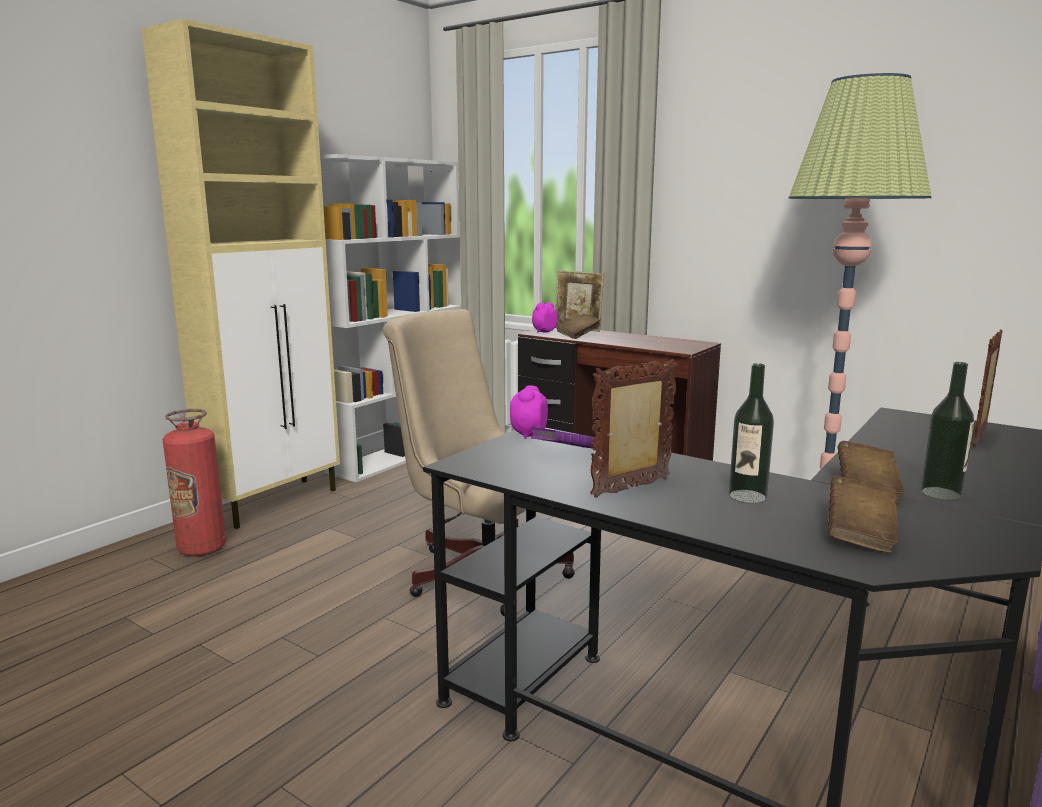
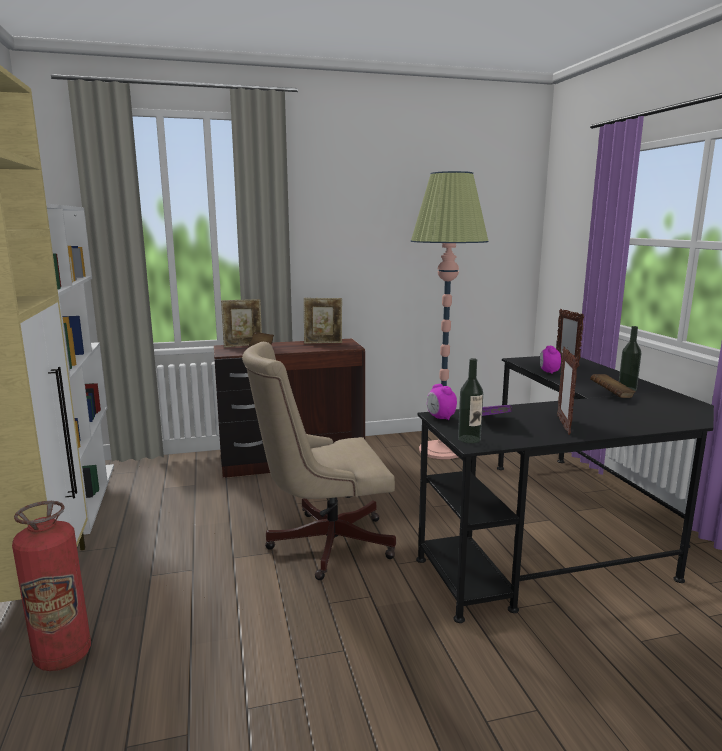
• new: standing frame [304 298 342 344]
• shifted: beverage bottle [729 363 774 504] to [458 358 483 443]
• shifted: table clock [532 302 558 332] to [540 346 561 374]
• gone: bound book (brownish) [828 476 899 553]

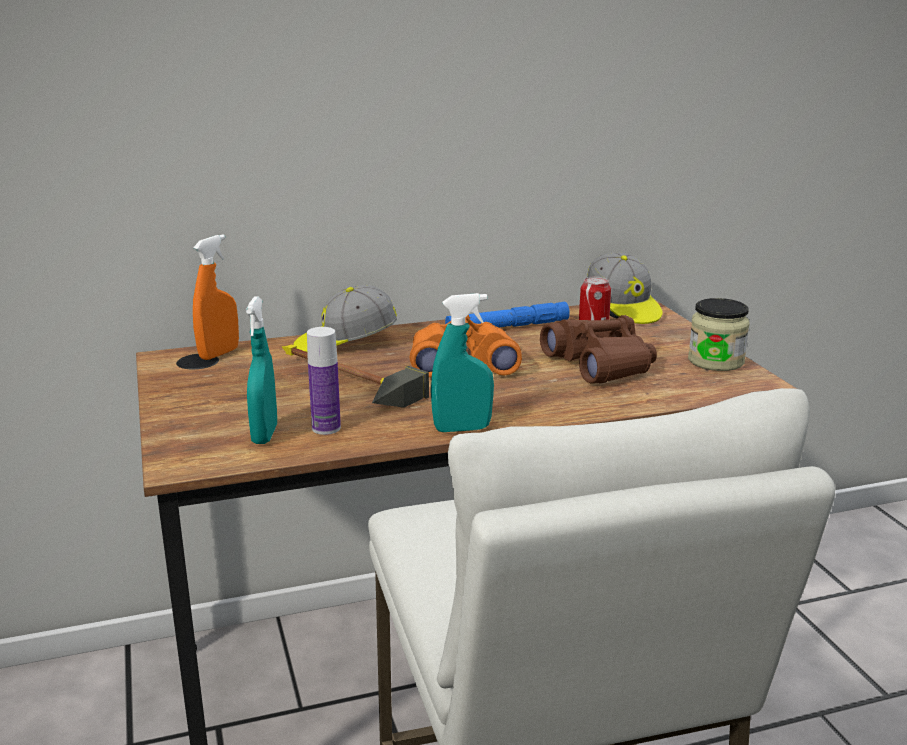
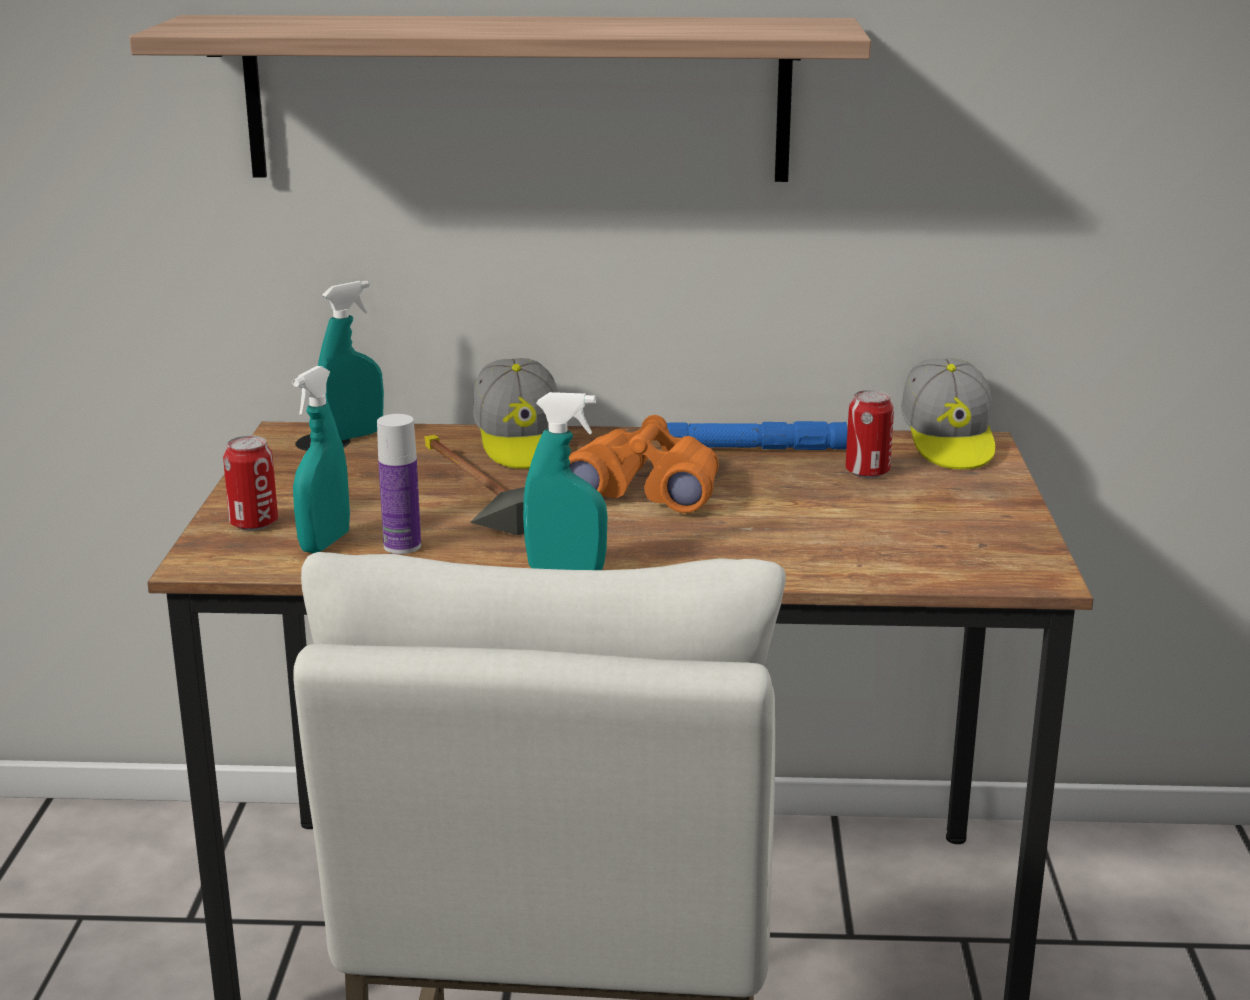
• new: bracket shelf [130 15 871 182]
• new: metal can [223 436 278 531]
• repainted: spray bottle (orange-coloured) [193 234 239 360] to spray bottle (turquoise) [318 281 384 441]
• rotated: cap [294 285 397 352] = [473 358 558 469] 105 degrees counterclockwise
• gone: pair of binoculars (brownish) [540 315 657 384]
• gone: jar [688 298 749 371]

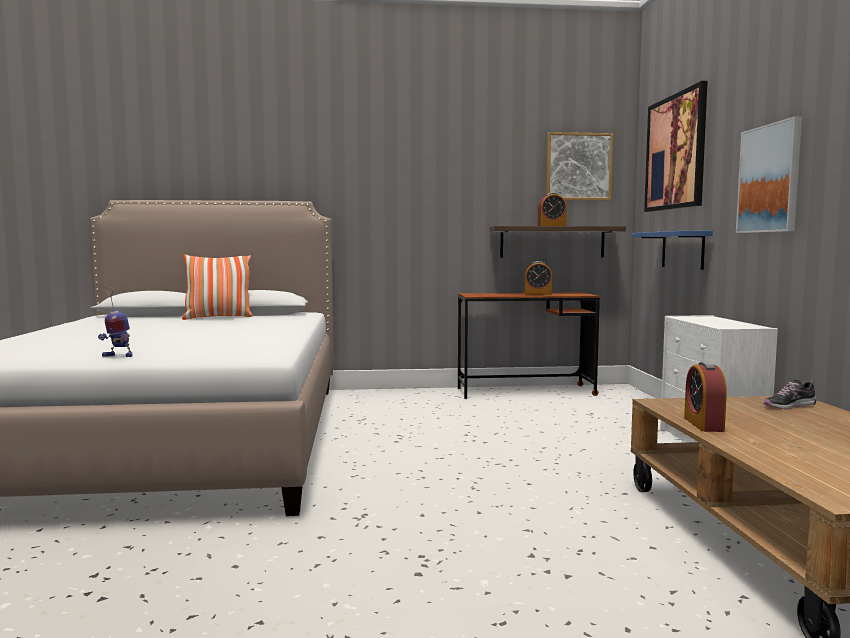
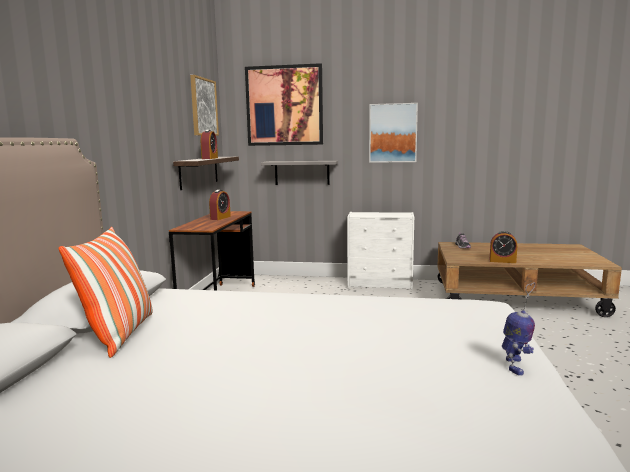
• repainted: bracket shelf (blue) [631 231 713 270] to bracket shelf (greyish) [261 161 338 185]

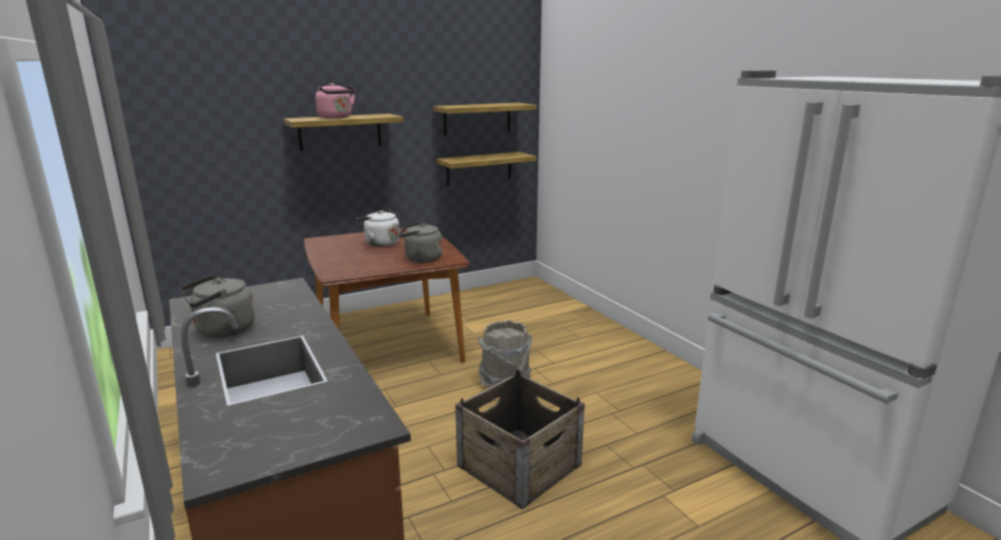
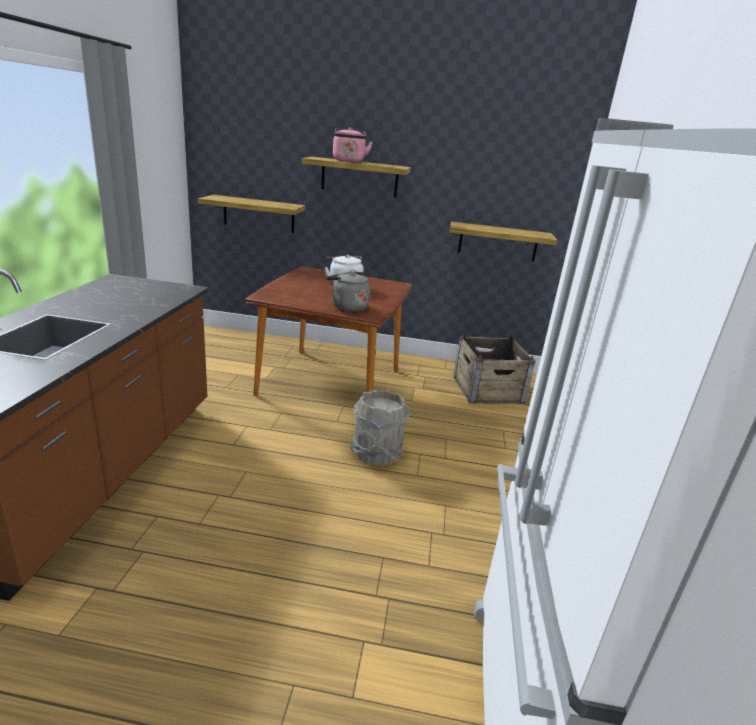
• shifted: bracket shelf [433 103 537 136] to [198 195 305 233]
• shifted: packing crate [455 370 585 509] to [453 334 536 404]
• gone: tea kettle (greyish) [180 275 255 338]

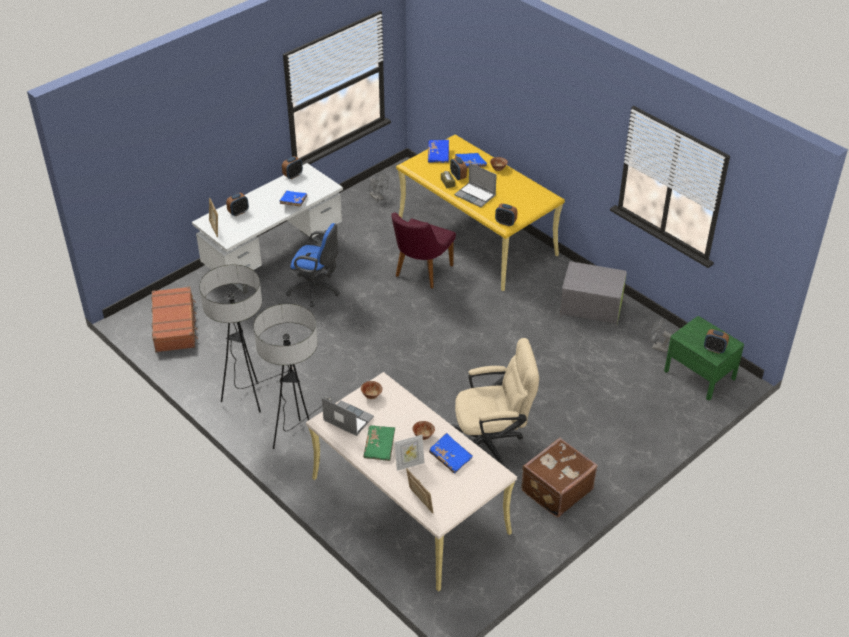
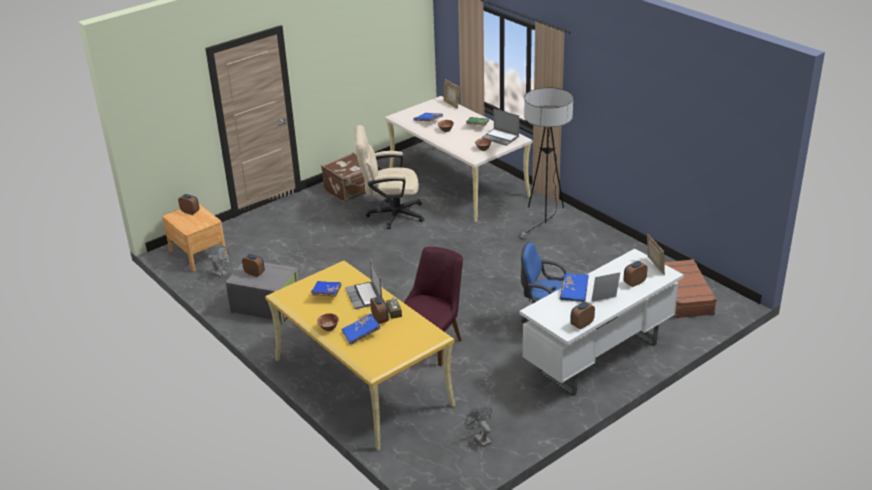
• repainted: nightstand (greenish) [664 316 744 400] to nightstand (brownish) [163 204 227 272]
• shifted: table clock [495 203 518 227] to [242 254 265 277]
• shifted: bound book (blue) [428 140 449 163] to [311 281 342 297]
• rotated: laptop [454 163 497 207] = [345 259 382 309] 150 degrees counterclockwise
• shifted: standing frame [394 435 424 471] to [591 272 620 302]
• gone: standard lamp [199 264 294 413]

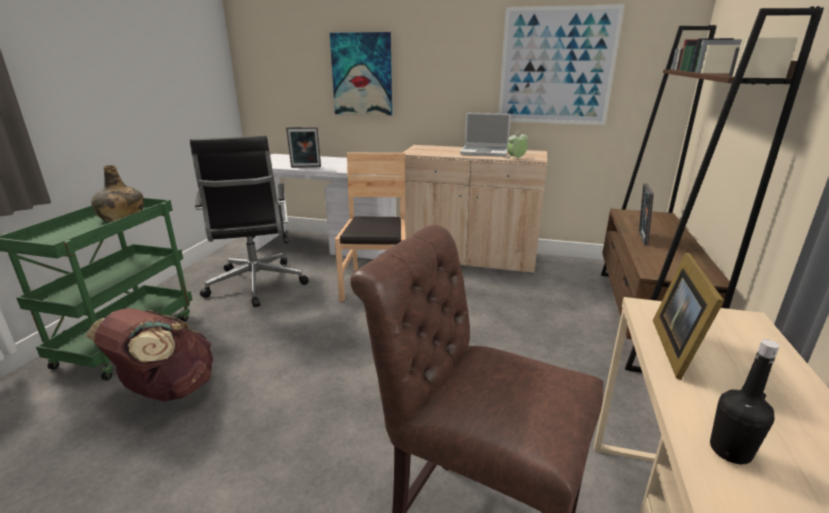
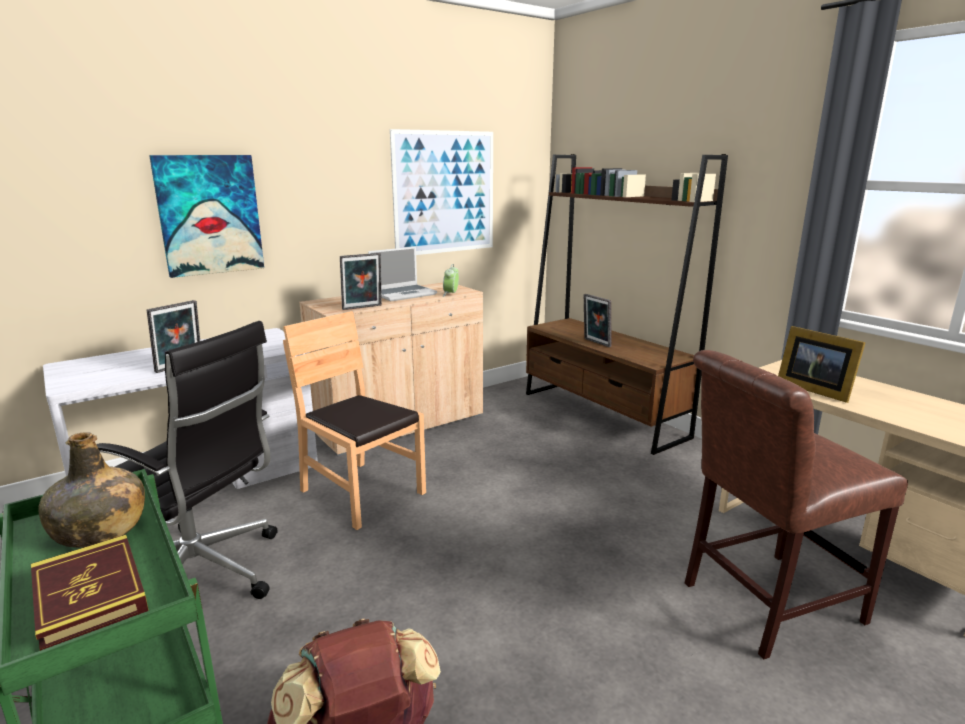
• new: bound book [31 535 149 651]
• new: standing frame [340 253 382 310]
• gone: beverage bottle (black-coloured) [710 339 780 464]

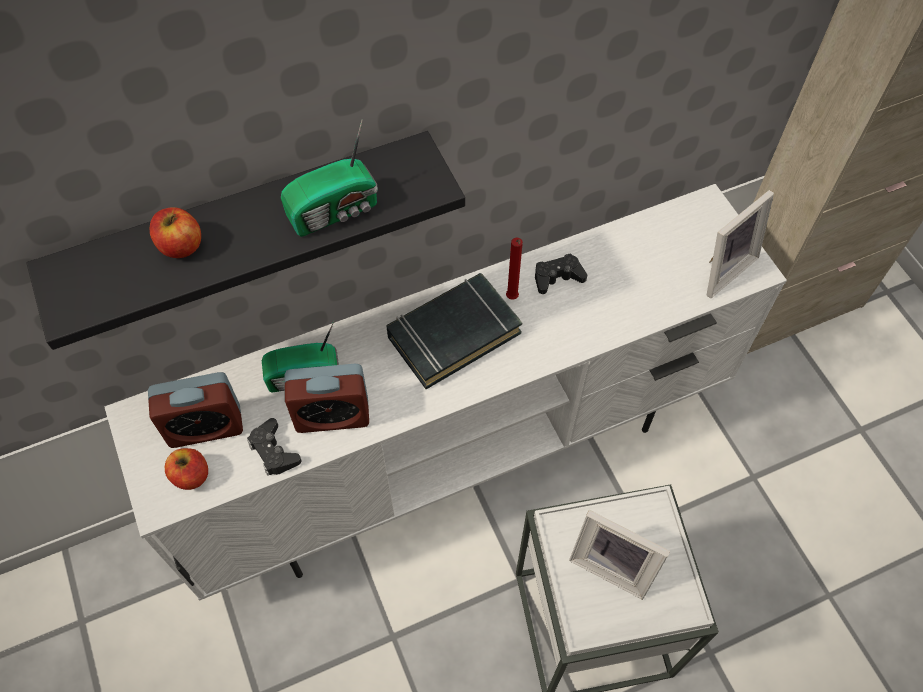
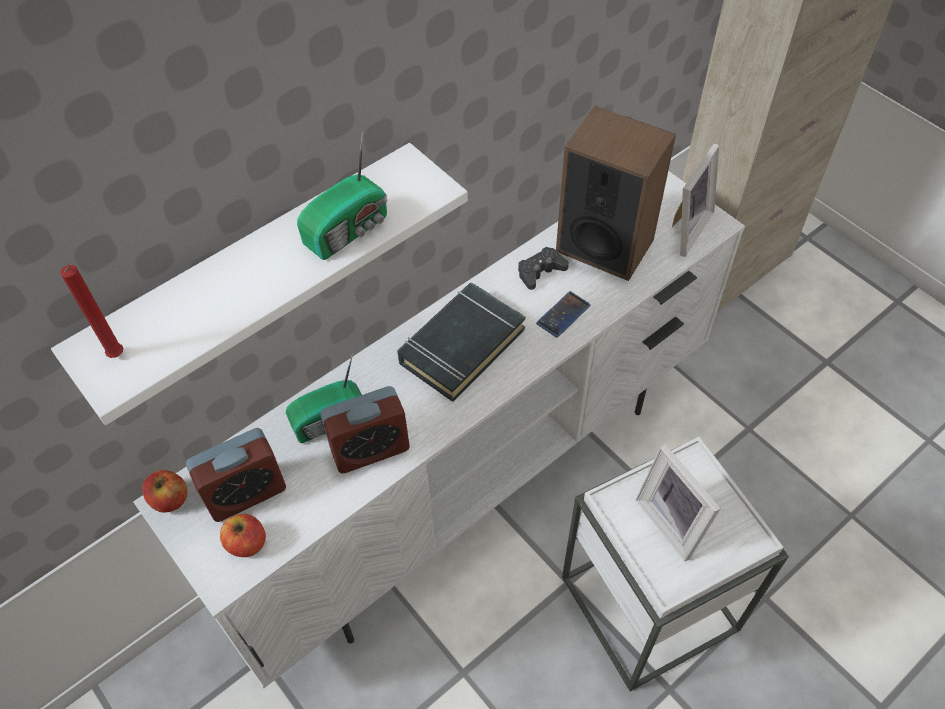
• repainted: bracket shelf (black-coloured) [27 131 465 350] to bracket shelf (whitish) [51 143 468 425]
• shifted: wax candle (red) [506 237 523 300] to [60 265 123 358]
• shifted: apple fruit [150 207 201 258] to [142 470 187 513]
• new: handset [536 291 591 338]
• new: speaker [556 106 676 281]
• rotated: standing frame [569 510 670 600] = [636 444 721 561] 45 degrees clockwise
• gone: gamepad (black-coloured) [247 418 301 476]

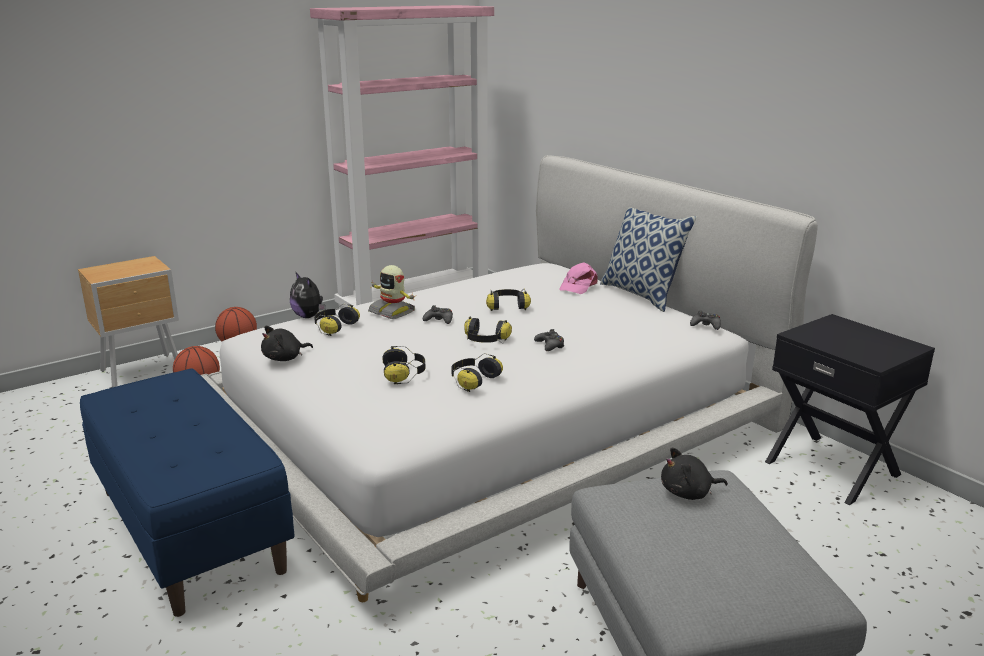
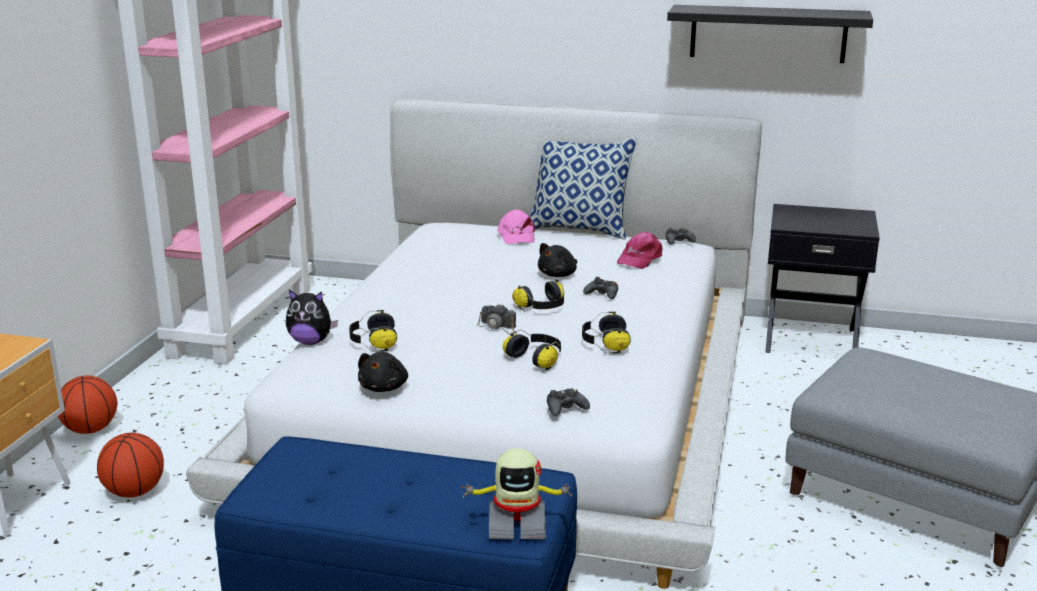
• shifted: model robot [368 265 415 319] to [461 448 573 539]
• new: still camera [477 304 517 335]
• shifted: soft toy (black-coloured) [661 447 728 500] to [538 243 577 277]
• shifted: gamepad (black-coloured) [423 305 453 324] to [547 388 590 416]
• new: cap (pinkish) [616 231 662 269]
• new: bracket shelf (black-coloured) [667 5 873 63]
• gone: pair of headphones [486 289 531 311]

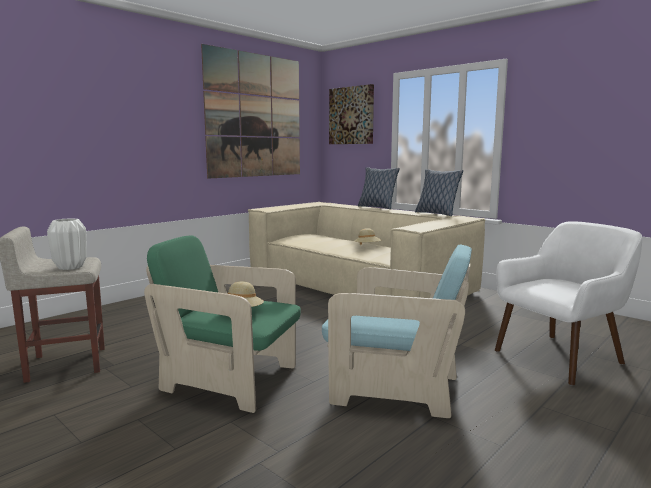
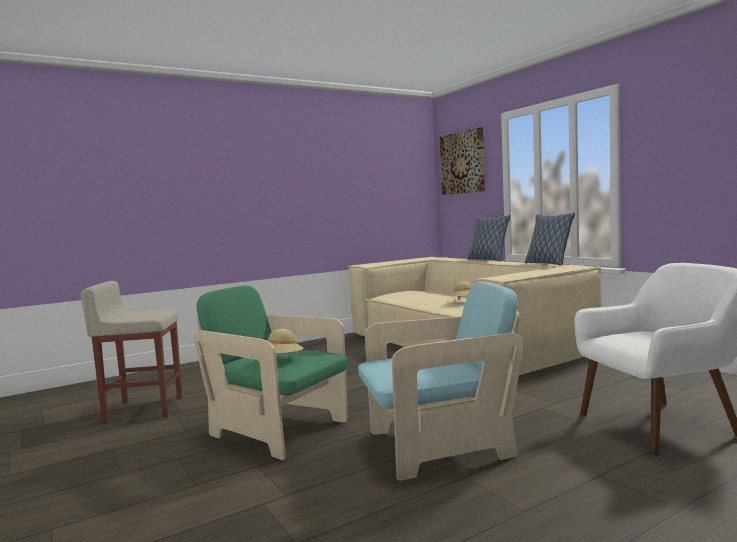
• rotated: easy chair (turquoise) [322 244 472 418] = [358 282 523 481] 45 degrees counterclockwise
• gone: flower vase (whitish) [47 218 87 270]
• gone: wall picture [201 44 300 179]

